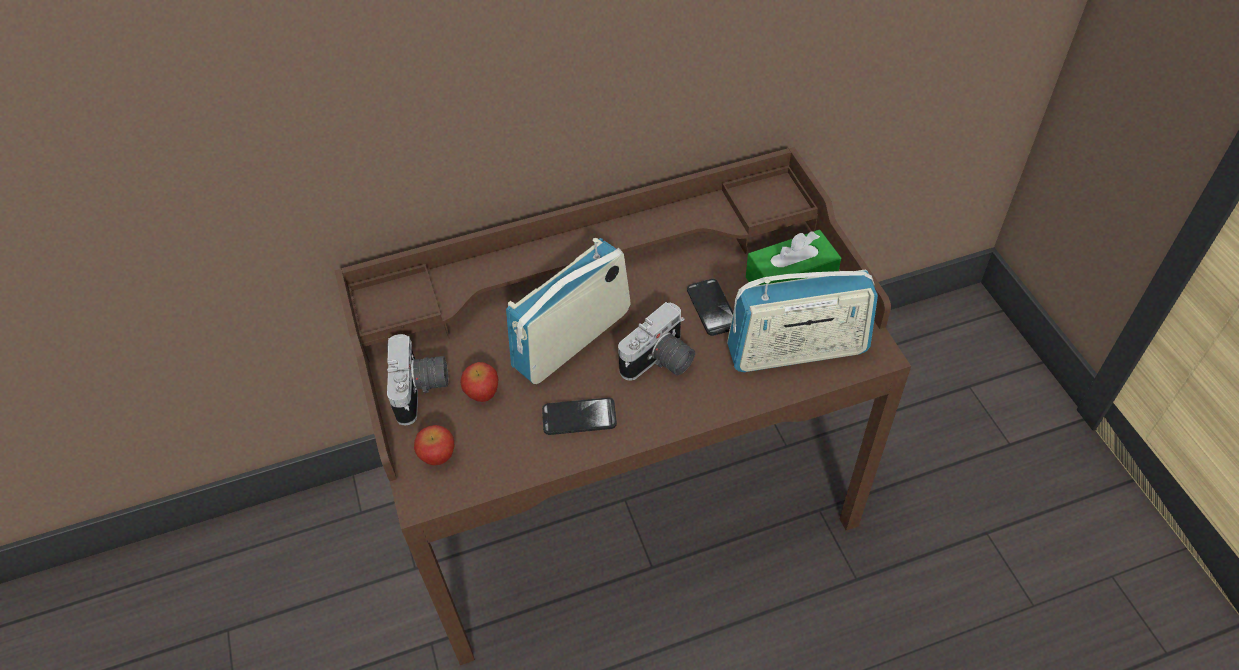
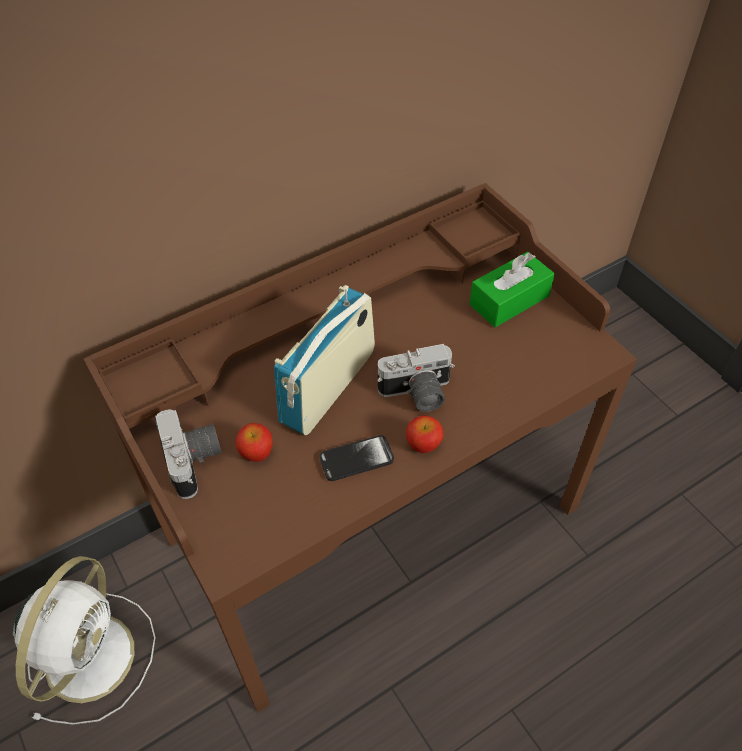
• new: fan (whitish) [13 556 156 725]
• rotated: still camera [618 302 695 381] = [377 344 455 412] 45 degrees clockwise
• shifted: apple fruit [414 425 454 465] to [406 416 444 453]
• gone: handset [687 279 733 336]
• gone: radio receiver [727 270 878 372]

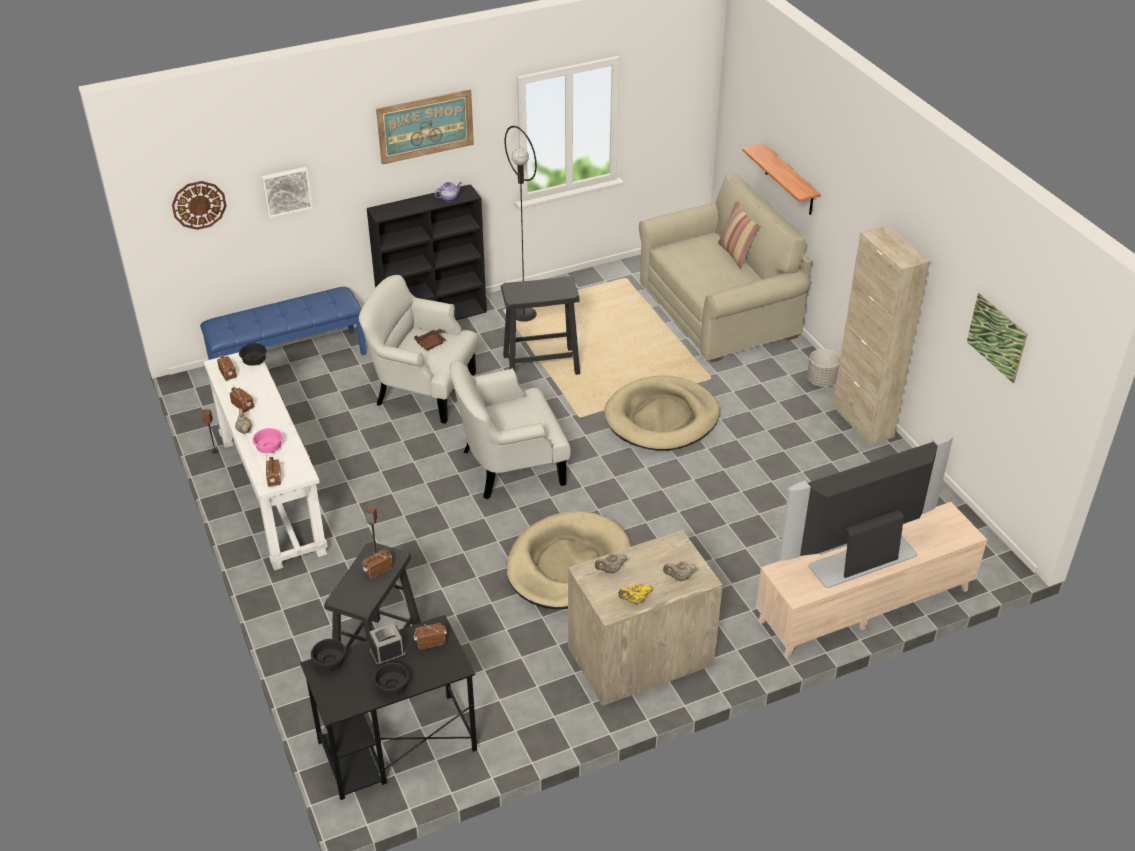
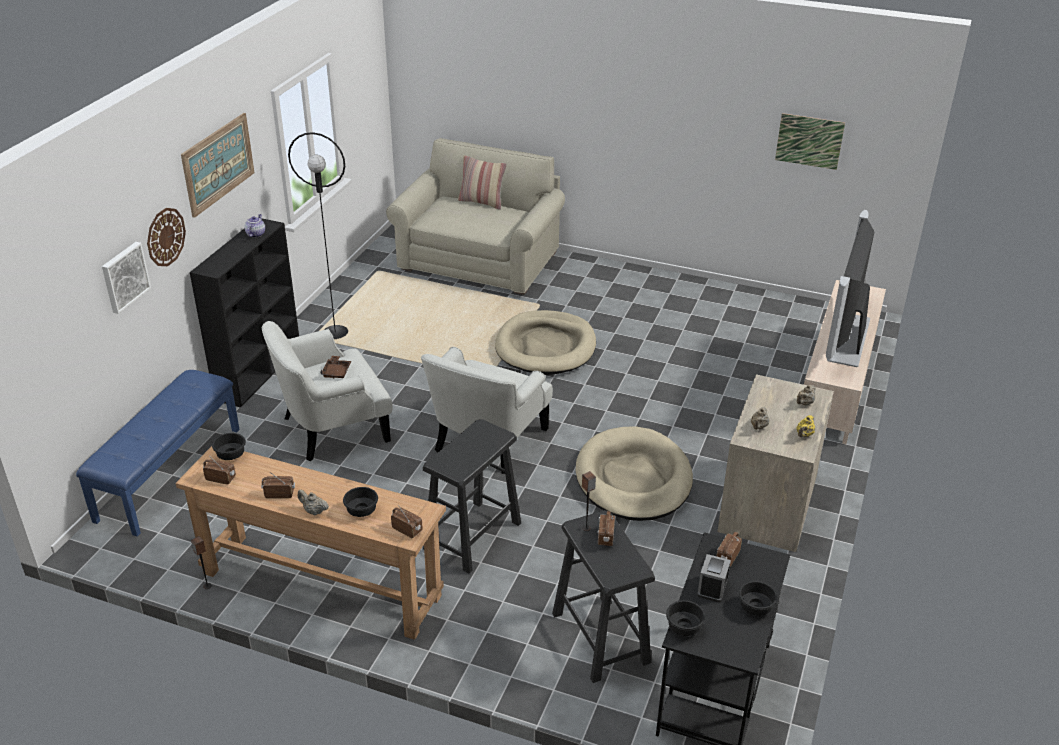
• shifted: hanging clock [172 181 226 230] to [147 208 186 266]
• repainted: console table (whitish) [203 352 328 570] to console table (brownish) [175 446 446 640]
• repainted: deep dish (pinkish) [252 428 283 453] to deep dish (black-coloured) [343 487 378 517]
• shifted: stool (black-coloured) [501 276 580 375] to [423 419 521 573]
• gone: bracket shelf [742 144 821 215]
• gone: flower pot (greyish) [807 349 840 387]
• gone: cupboard (beige) [832 225 930 445]

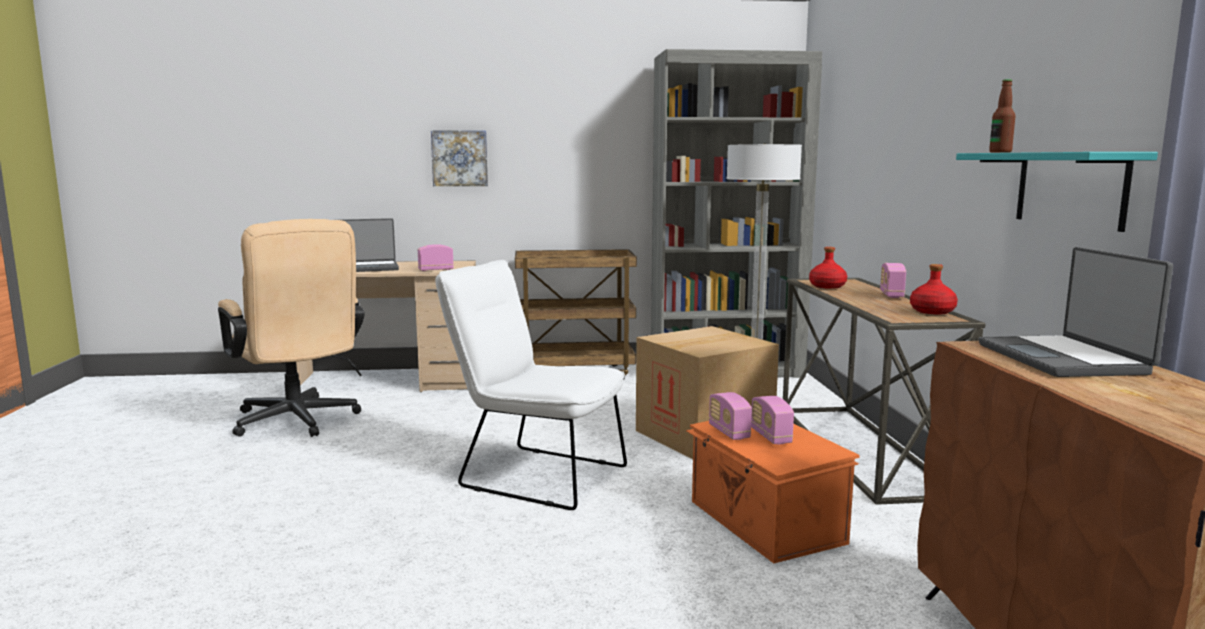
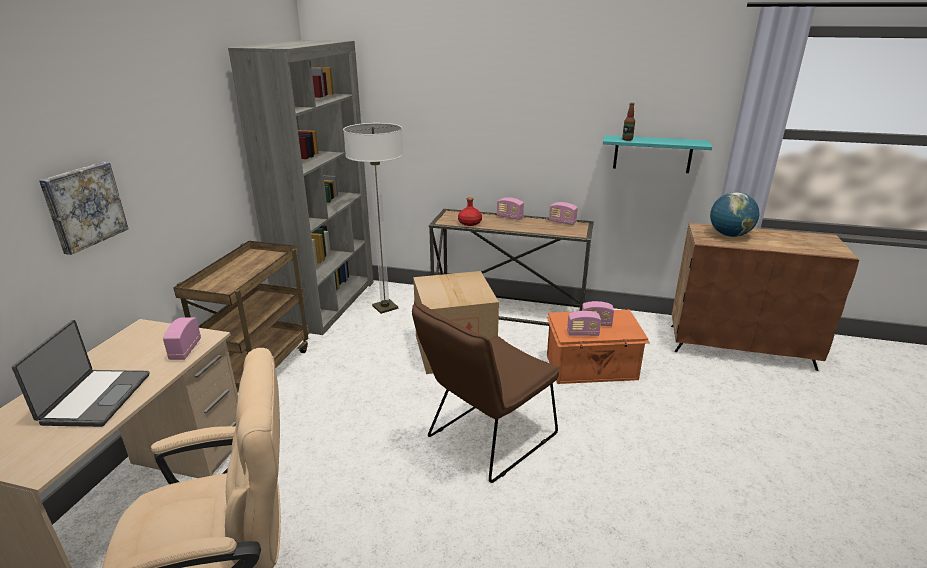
• repainted: upright chair (whitish) [435 260 627 510] to upright chair (brownish) [412 301 561 483]
• swapped: beverage bottle (red) [910 264 958 314] to radio receiver [549 202 578 225]
• swapped: laptop [979 247 1173 377] to globe [710 192 760 237]

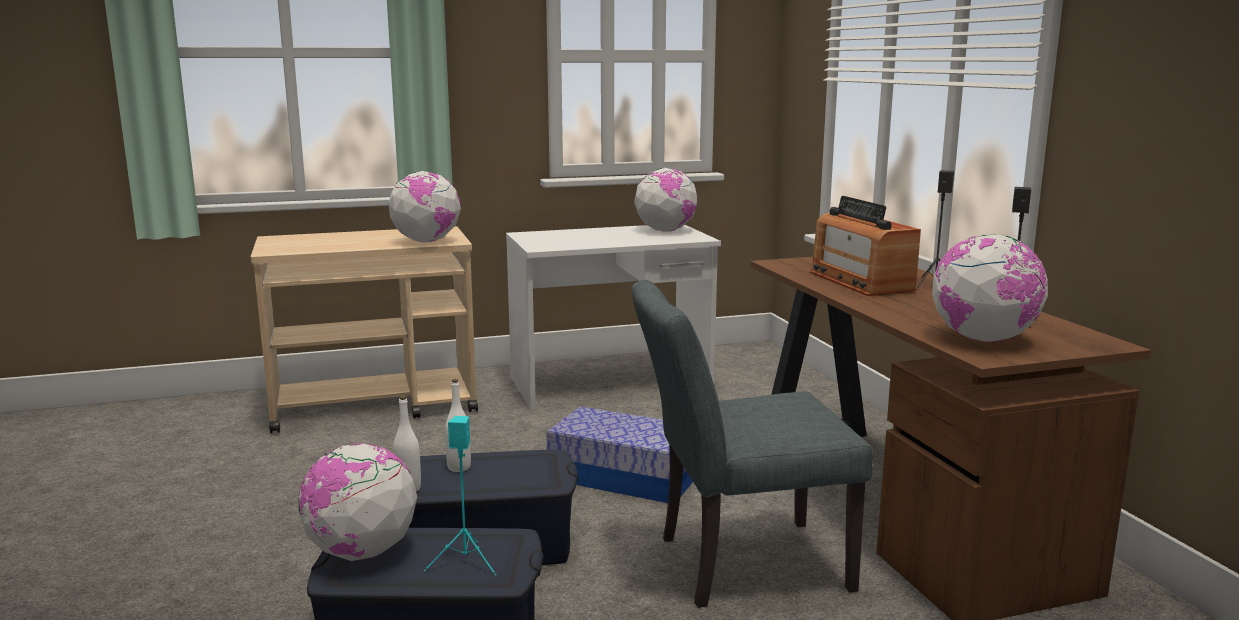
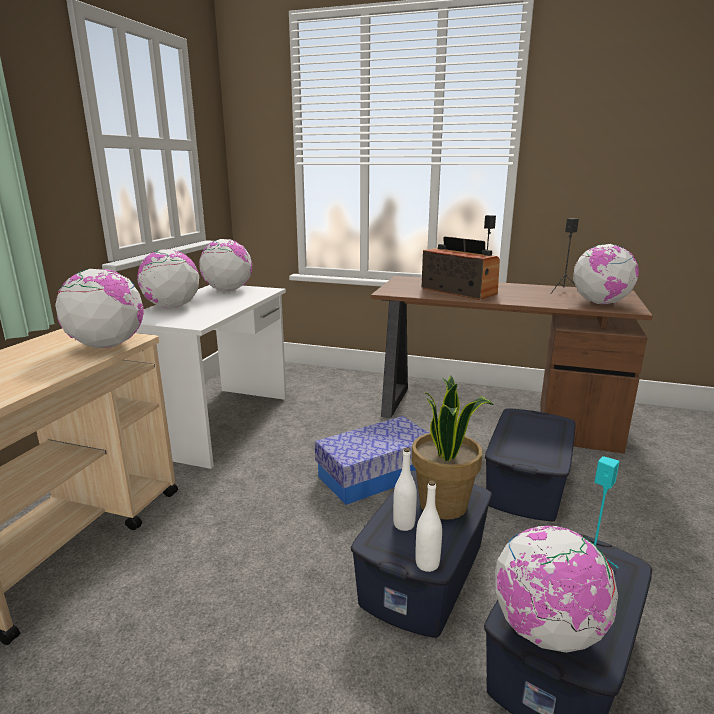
• new: globe [137 249 200 309]
• new: houseplant [412 376 494 520]
• rotated: radio receiver [810 196 921 296] = [421 237 500 300] 150 degrees counterclockwise
• swapped: upright chair (greyish) [632 280 873 608] to storage container (blue) [485 408 575 521]

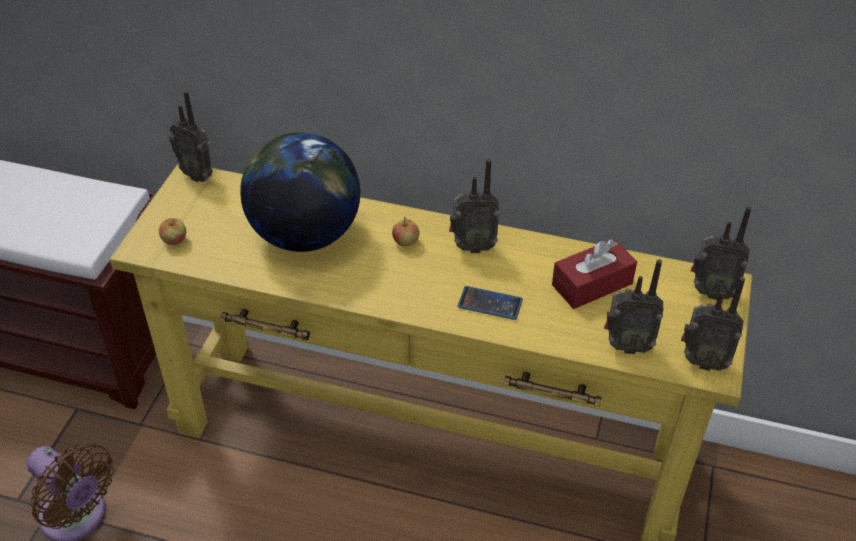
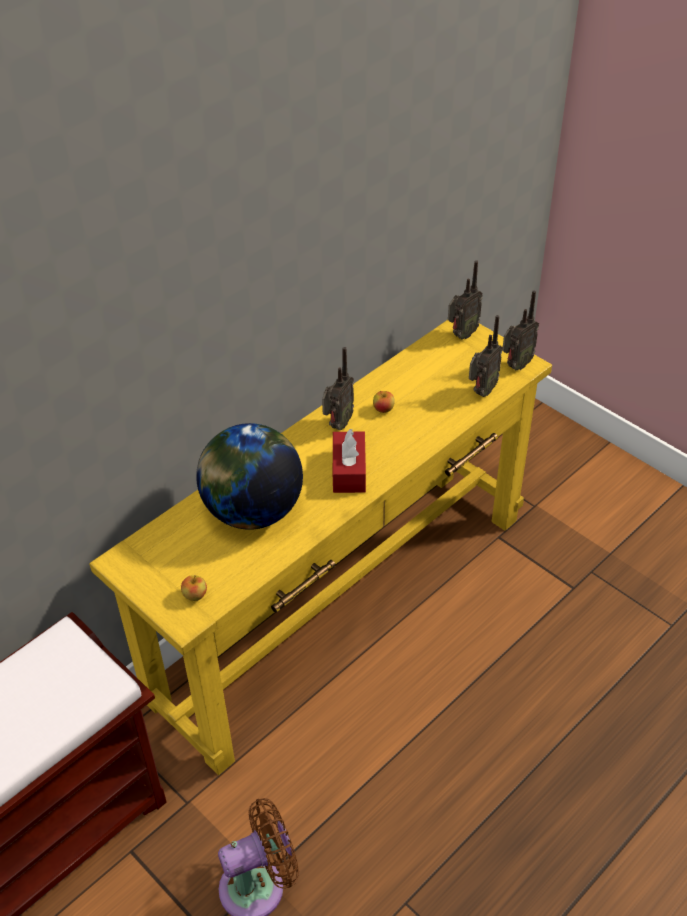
• shifted: tissue box (red) [552 239 637 309] to [333 429 366 493]
• shifted: apple fruit [392 217 420 247] to [373 390 395 413]
• gone: radio receiver [169 91 213 182]
• gone: handset [458 286 523 320]

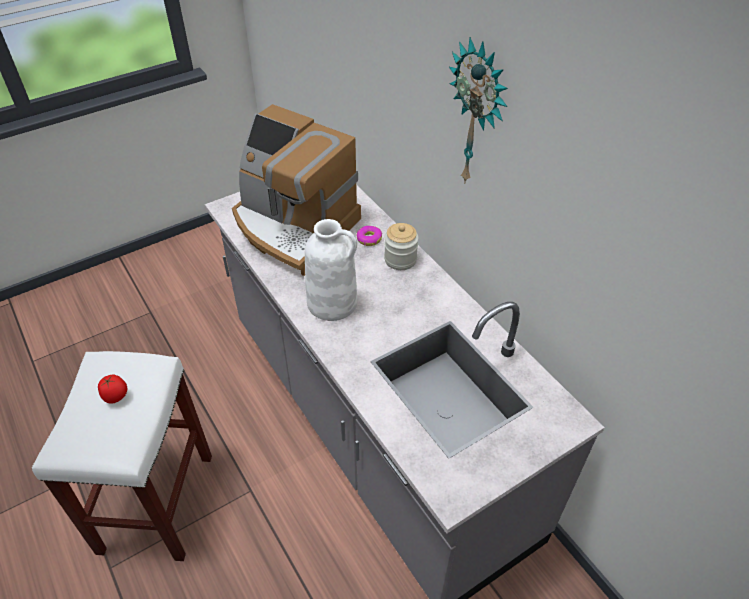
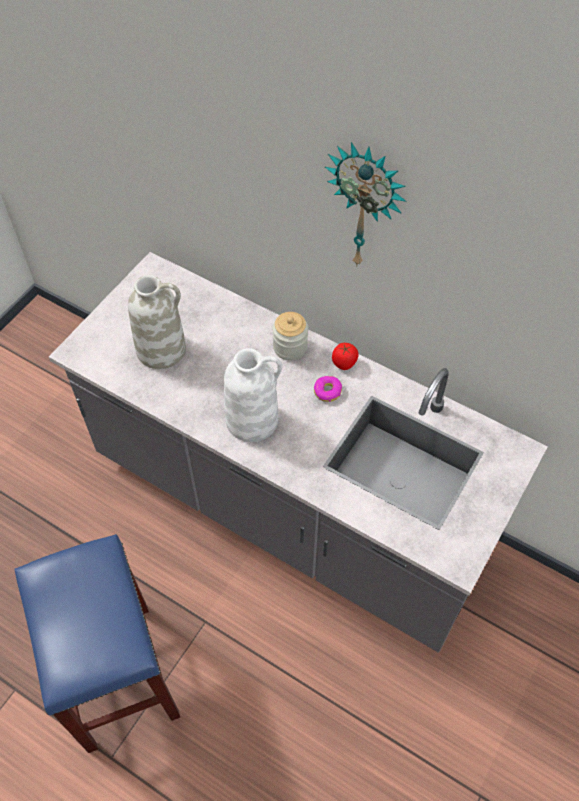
• repainted: stool (whitish) [32 351 212 561] to stool (blue) [14 534 180 753]
• swapped: coffee maker [232 104 361 276] to flower vase (whitish) [128 275 186 369]
• shifted: ring doughnut [357 226 382 246] to [314 376 342 402]
• shifted: tomato [98 374 128 404] to [332 343 359 370]

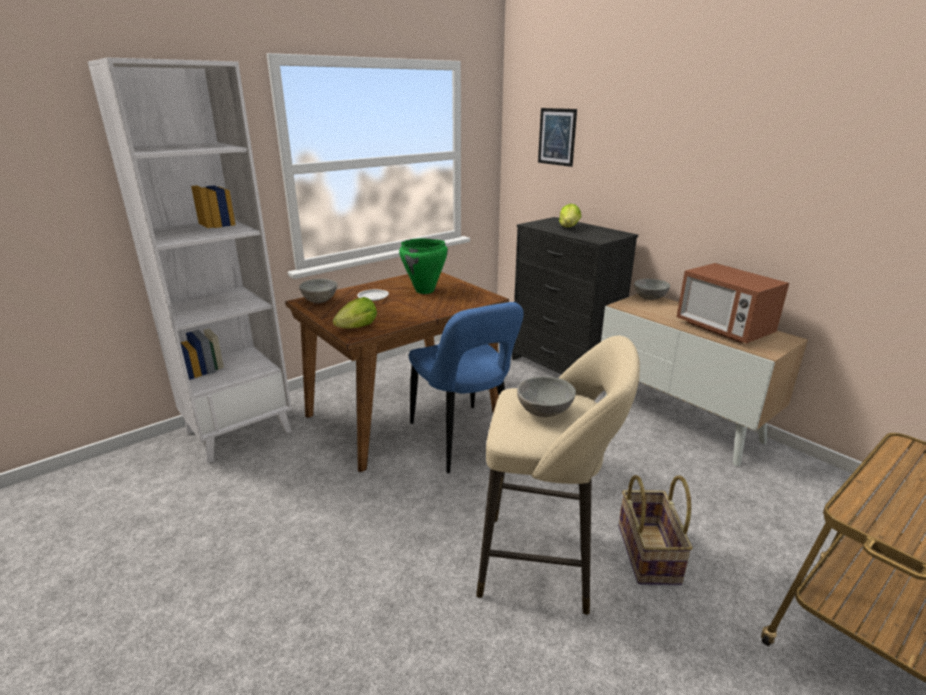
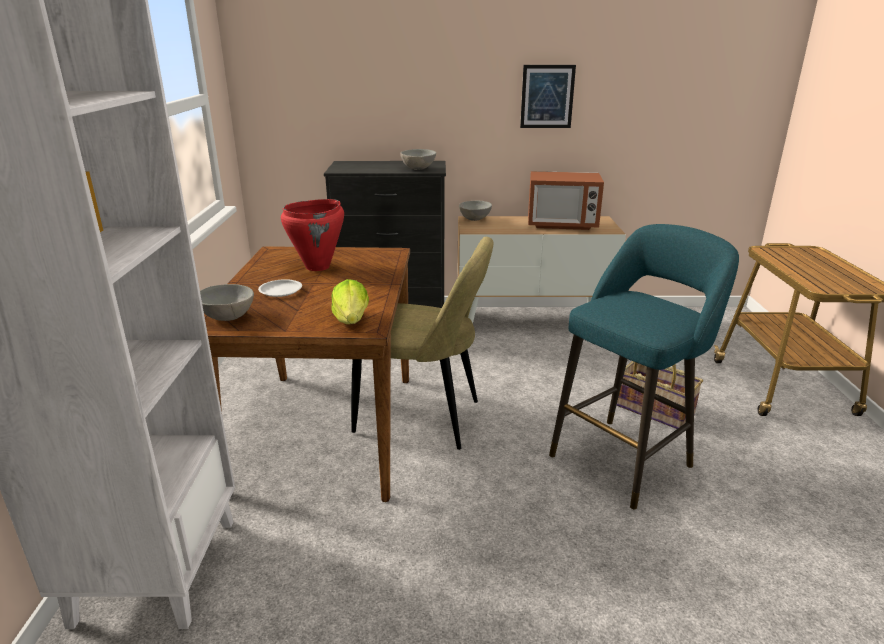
• repainted: cooking pot (greenish) [399 239 448 294] to cooking pot (red) [281 199 344 271]
• repainted: upright chair (blue) [409 302 524 473] to upright chair (beige) [351 237 493 450]
• shifted: deep dish (greyish) [517 377 576 417] to [400 149 436 170]
• shifted: wall picture [538 108 577 167] to [520 65 576 128]
• repainted: stool (beige) [476 336 640 615] to stool (turquoise) [549 224 739 510]
• gone: lettuce head [559 204 581 227]

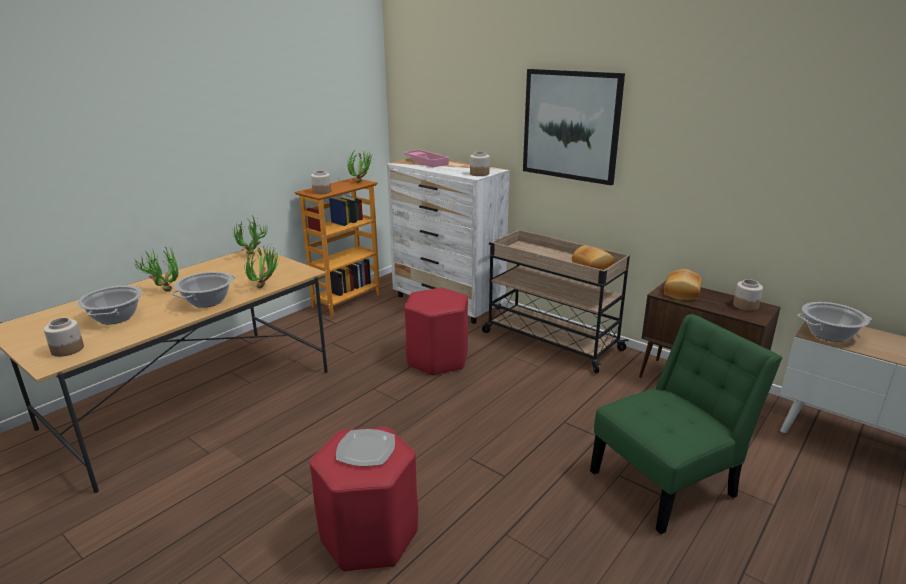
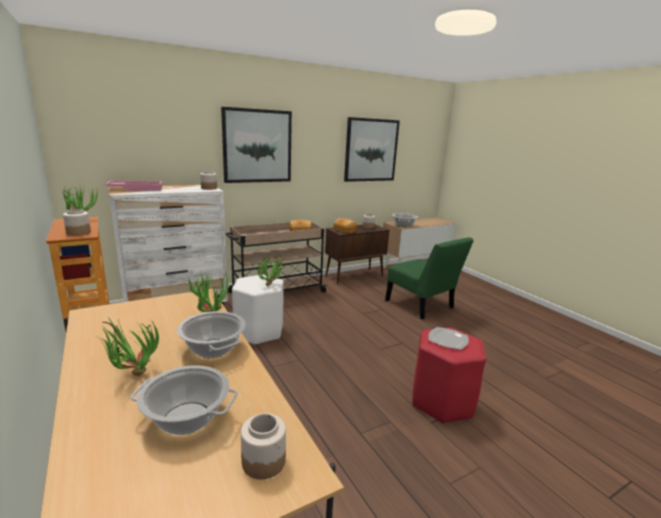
• repainted: stool (red) [404 288 468 376] to stool (whitish) [232 275 283 345]
• shifted: houseplant [232 215 269 254] to [258 255 285 286]
• new: wall picture [344 117 400 182]
• rotated: upright chair (greenish) [590 314 782 534] = [385 237 474 320] 150 degrees clockwise

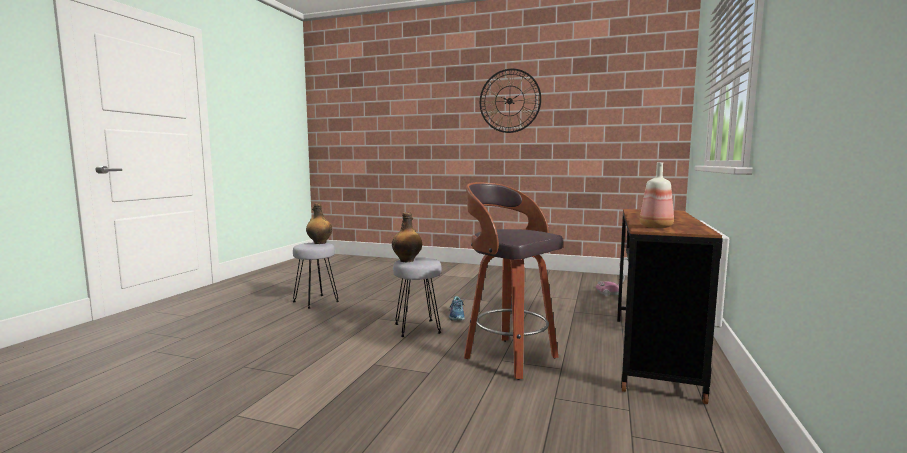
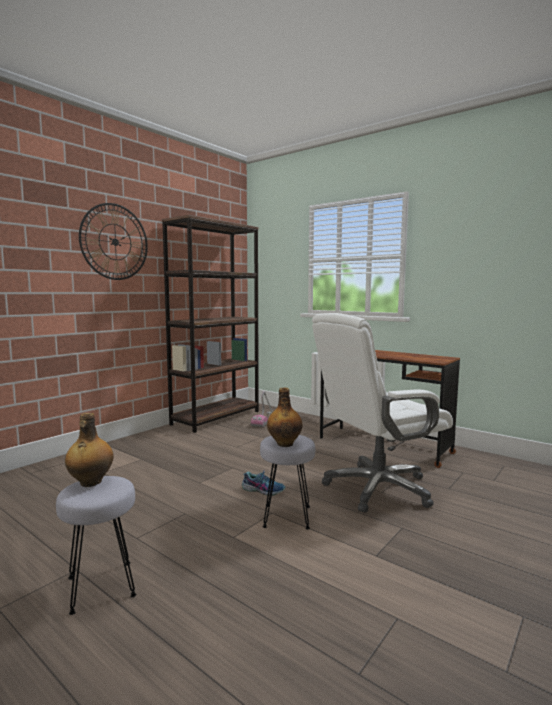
• new: shelving unit (brownish) [162 215 259 433]
• swapped: stool [464 182 563 380] to desk chair (whitish) [312 313 453 513]
• gone: beverage bottle [640 162 674 228]

